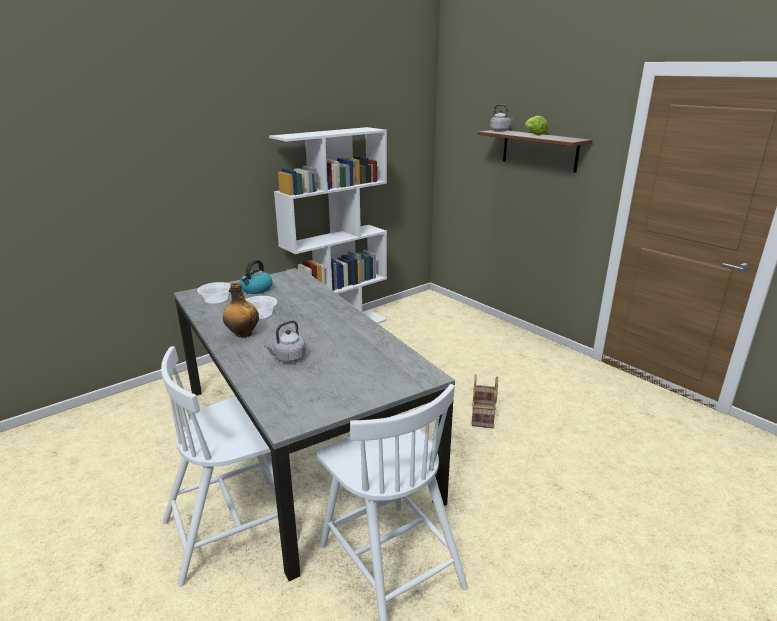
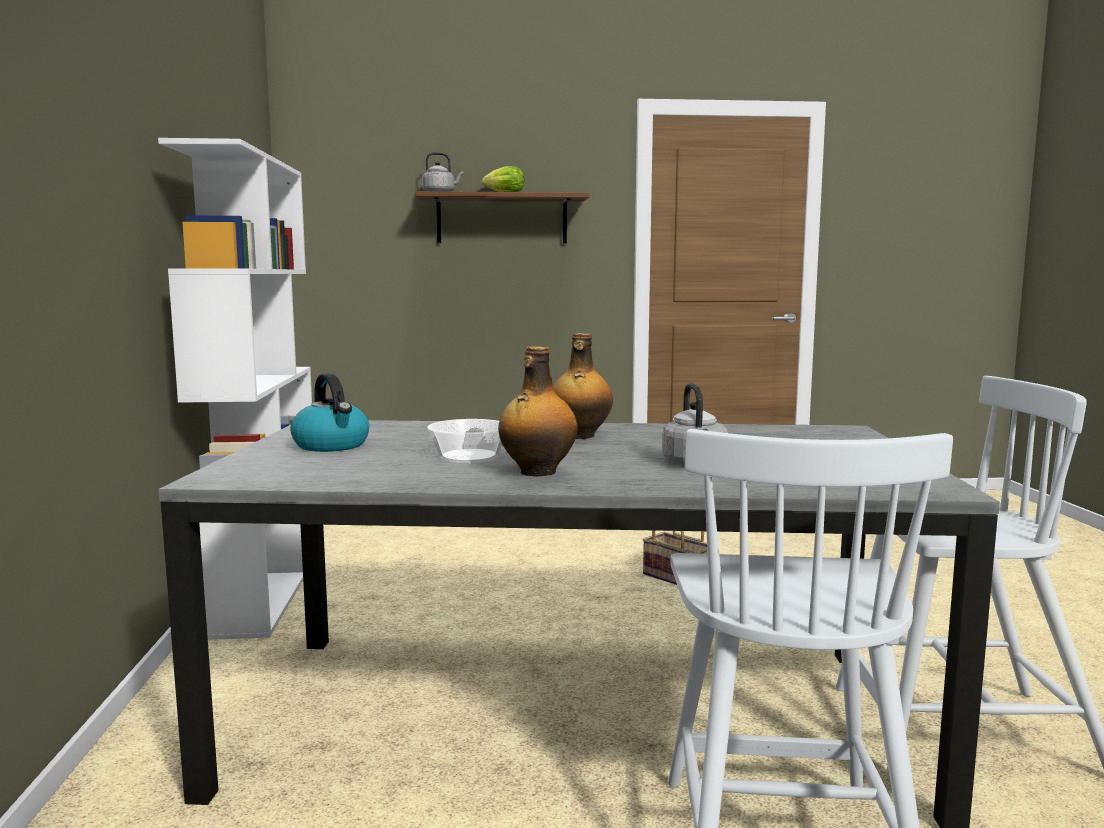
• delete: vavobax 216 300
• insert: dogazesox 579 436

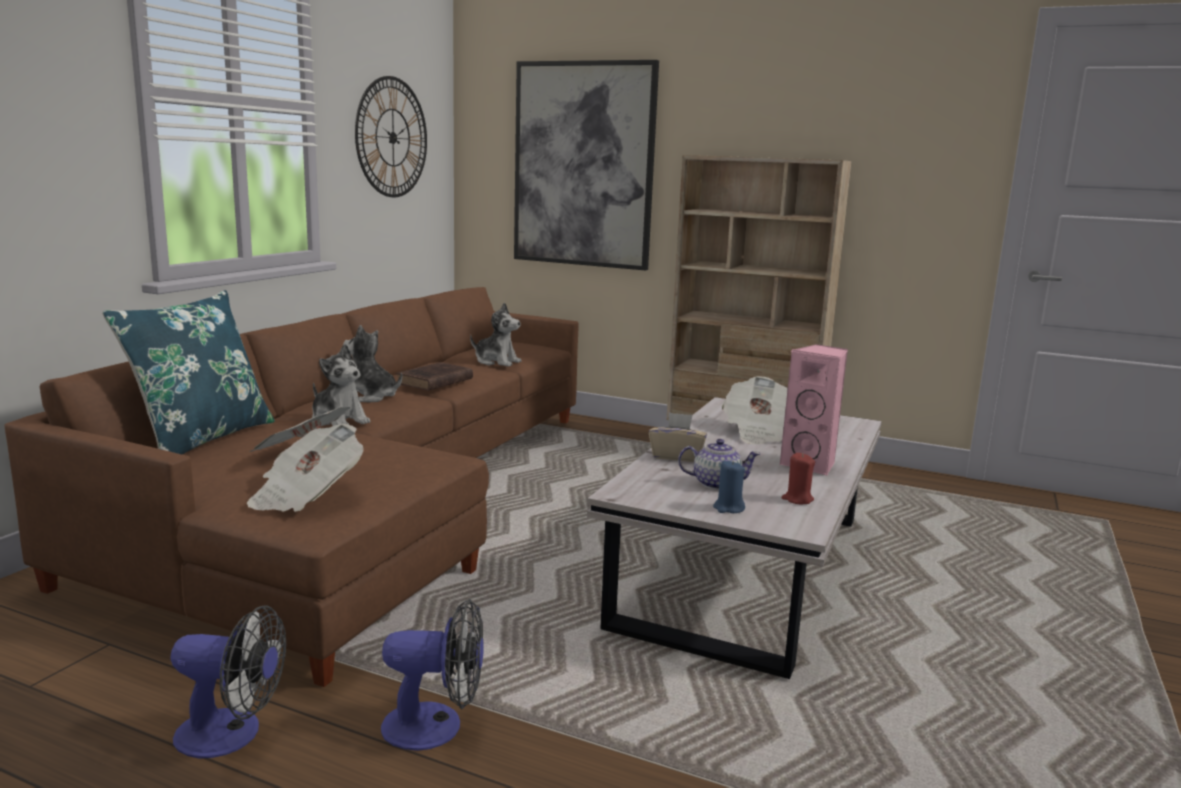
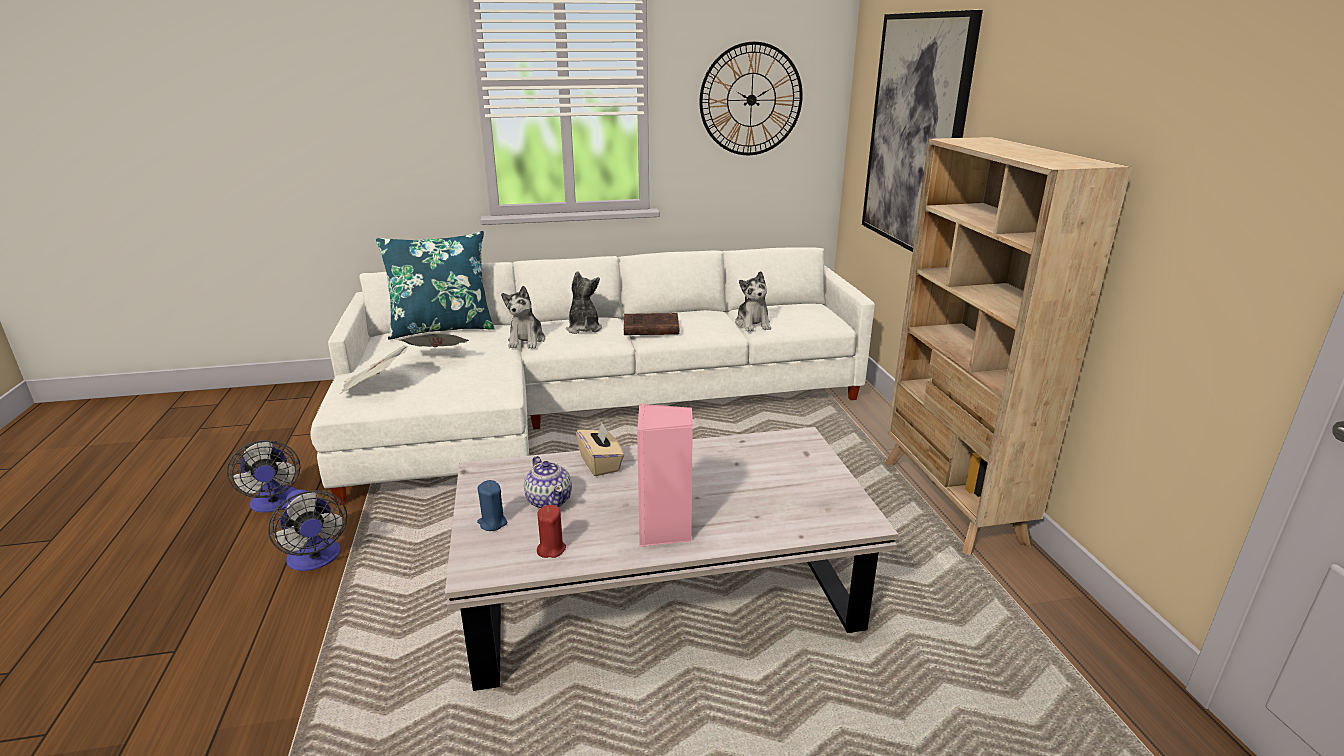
• recolor: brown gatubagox 372 500 to white gatubagox 587 406
• delete: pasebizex 760 433

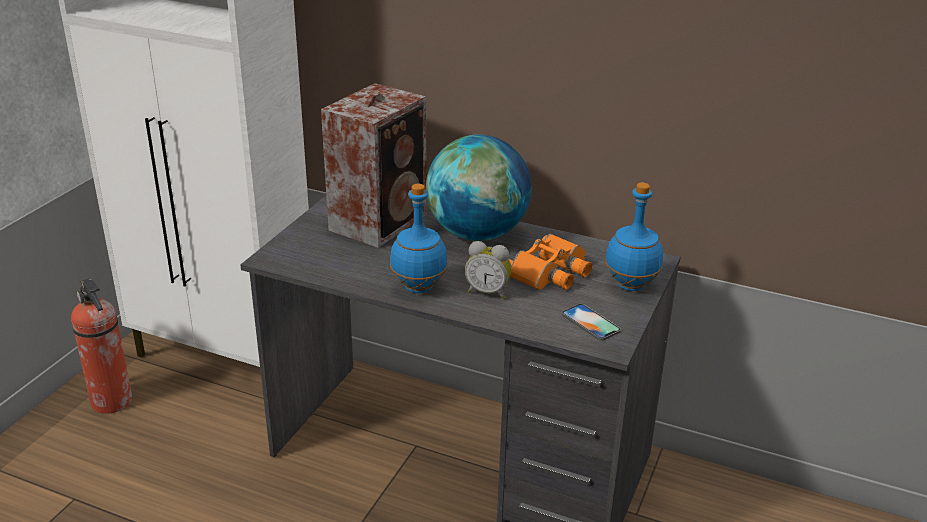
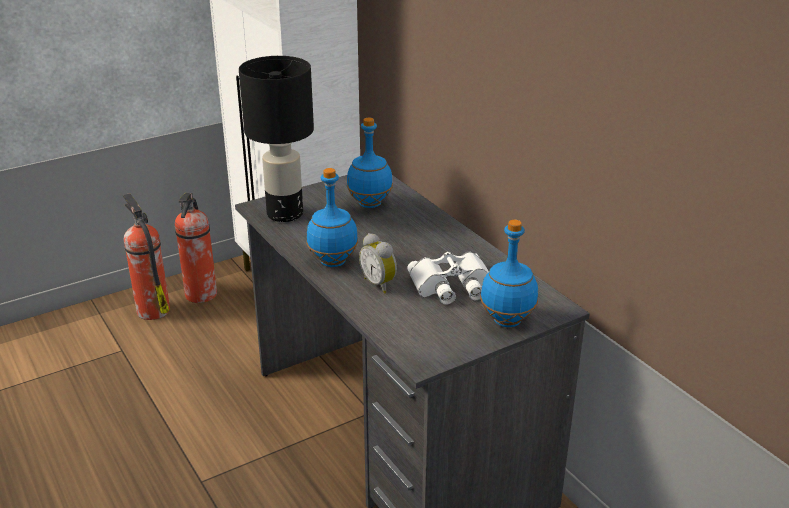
• replace: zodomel 381 221 to blue dogazesox 370 203
• delete: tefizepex 477 234
• recolor: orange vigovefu 550 272 to white vigovefu 452 286
• delete: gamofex 590 322
• insert: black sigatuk 284 214
• insert: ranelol 152 309

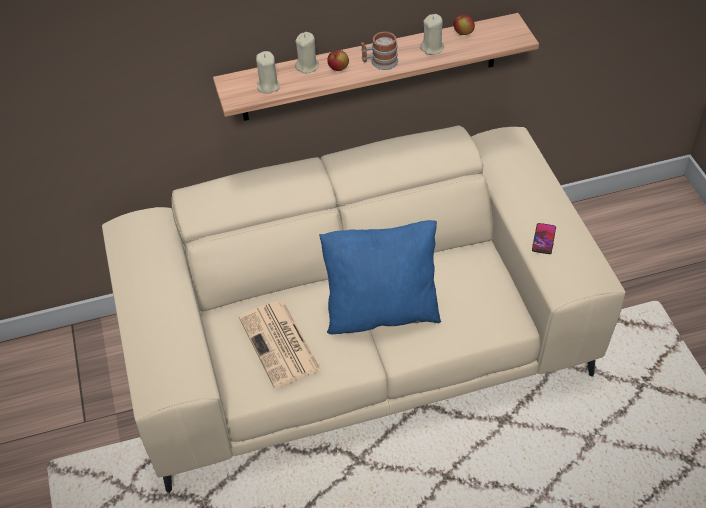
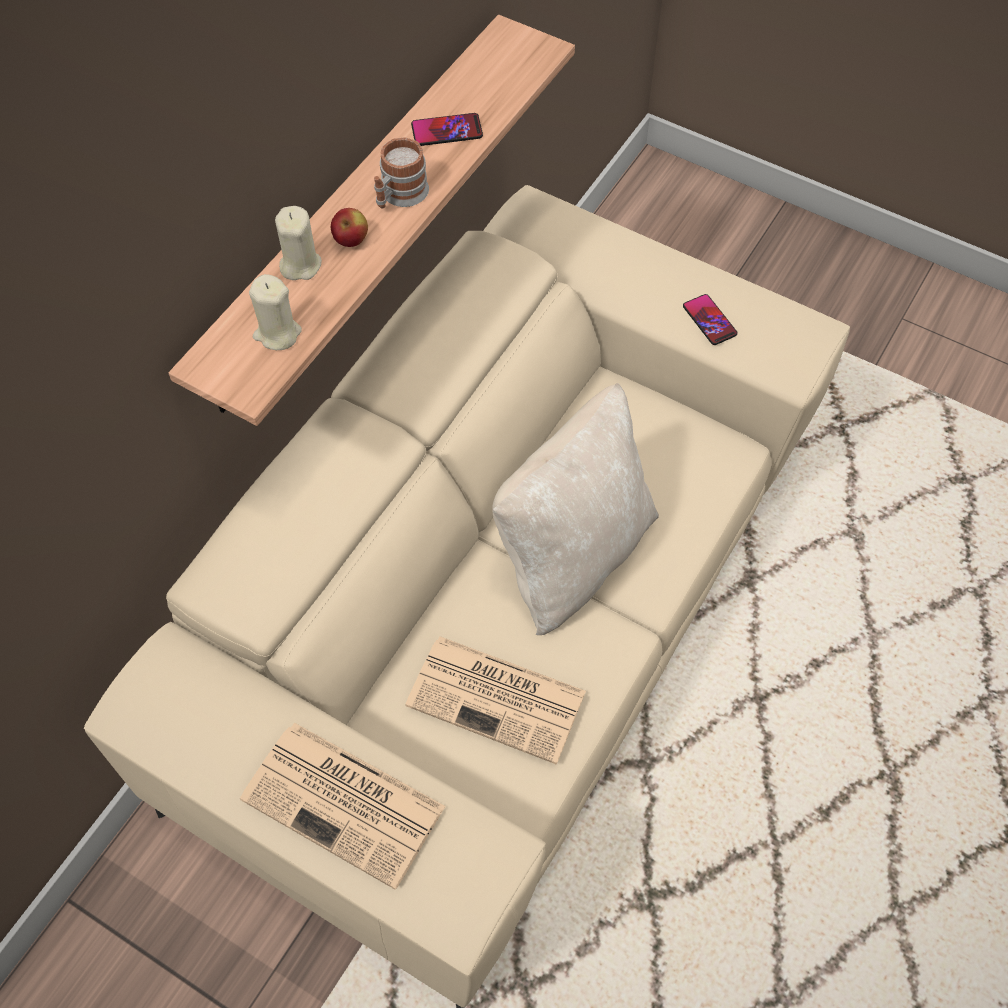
• replace: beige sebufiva 432 48 to gamofex 447 131
• delete: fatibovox 463 33
• recolor: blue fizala 381 311 to beige fizala 572 554
• insert: pasebizex 346 804

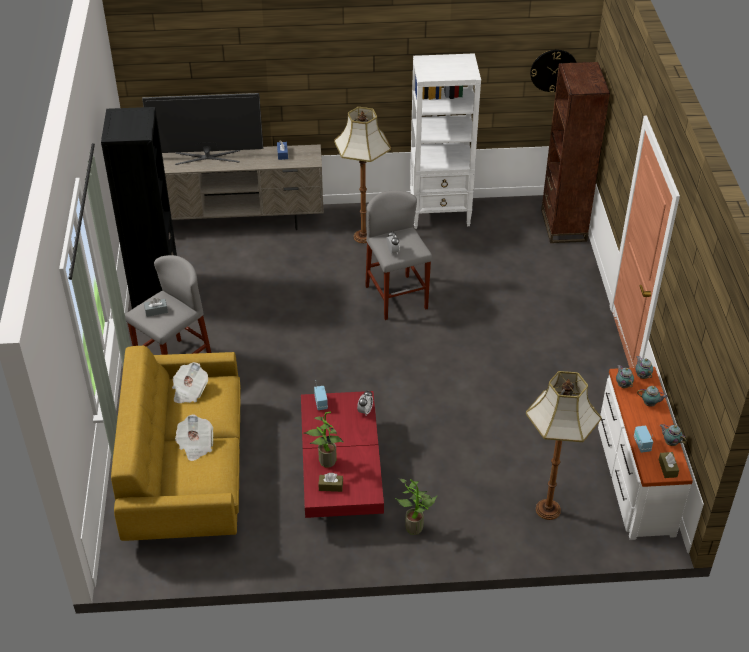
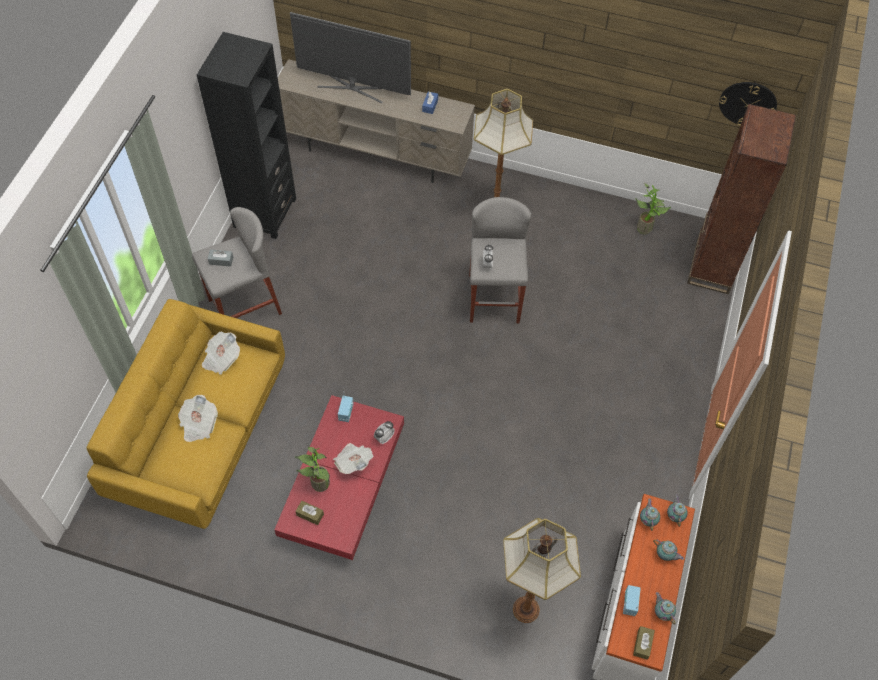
• delete: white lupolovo 440 214
• move: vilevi 415 526 to 646 228
• insert: pasebizex 353 462

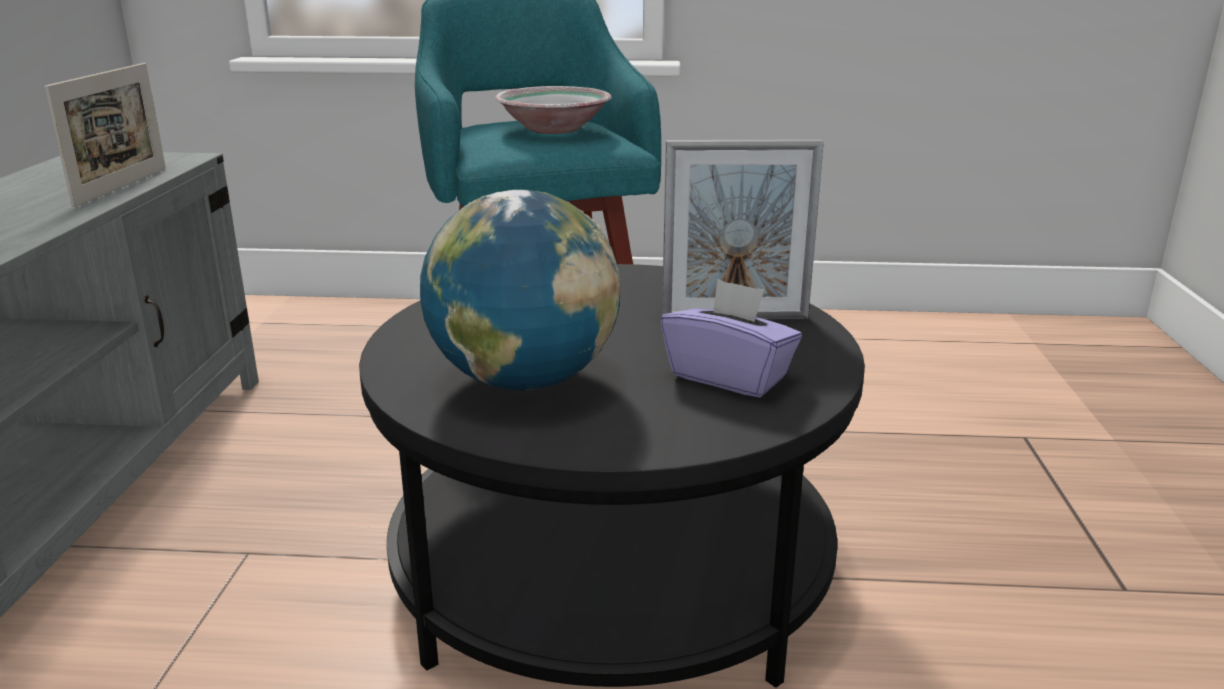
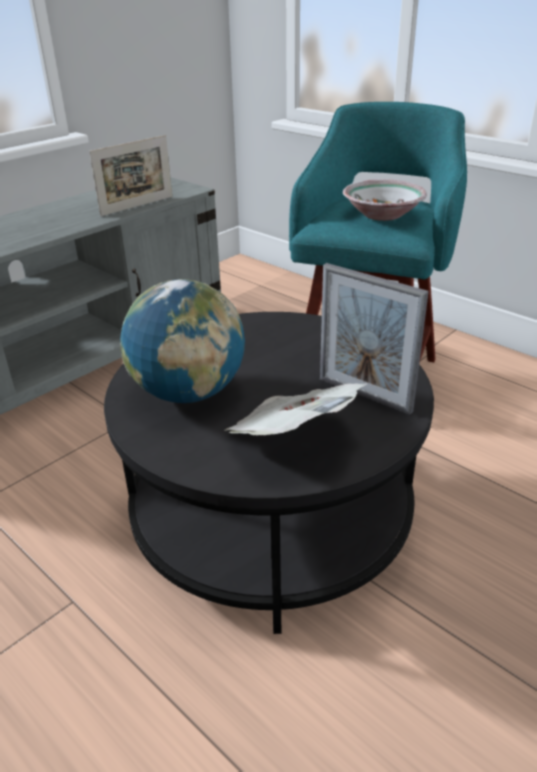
• replace: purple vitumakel 729 376 to pasebizex 292 437

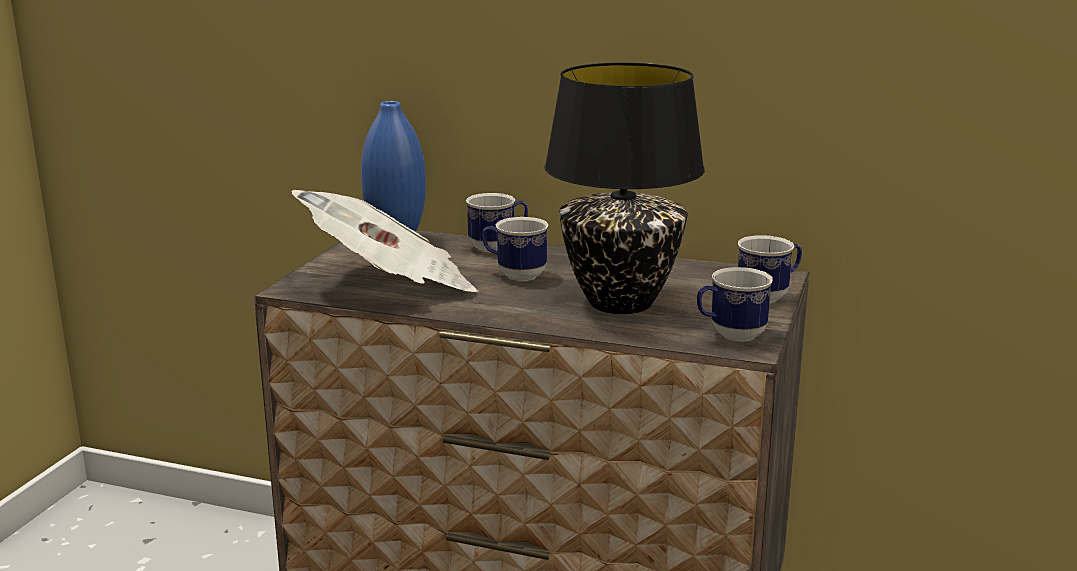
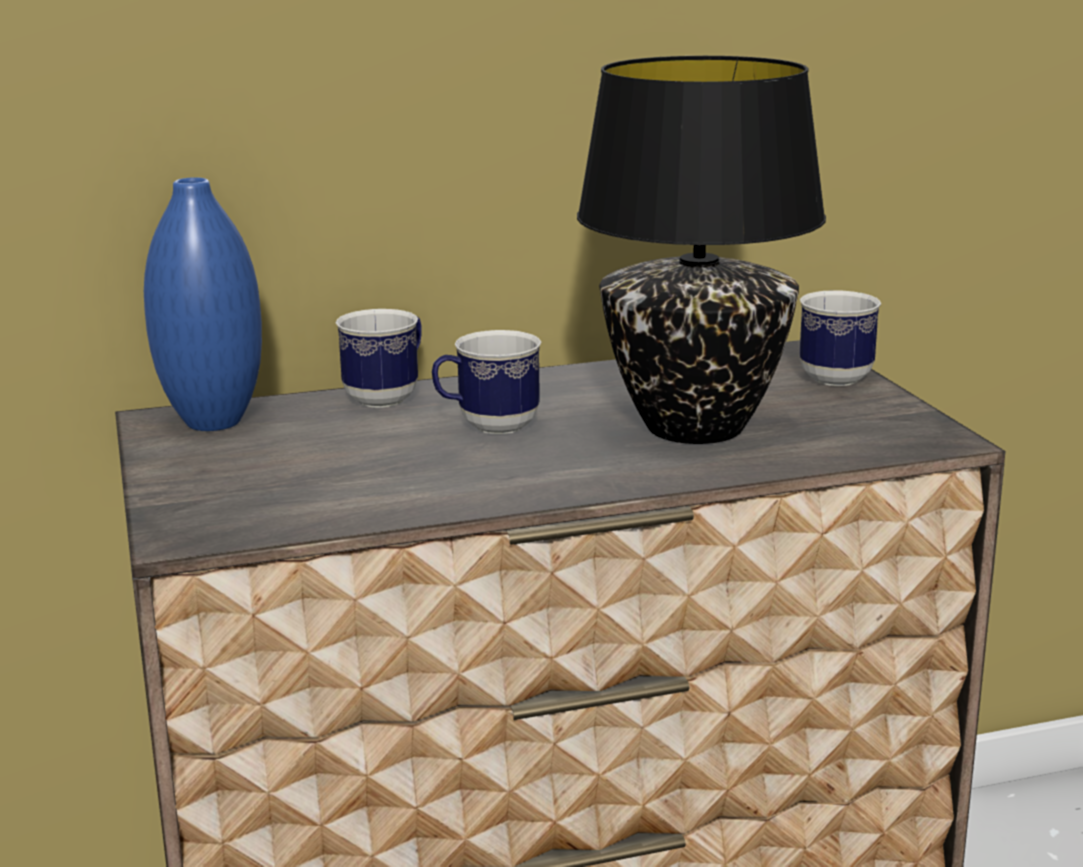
• delete: pasebizex 391 286
• delete: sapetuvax 730 335

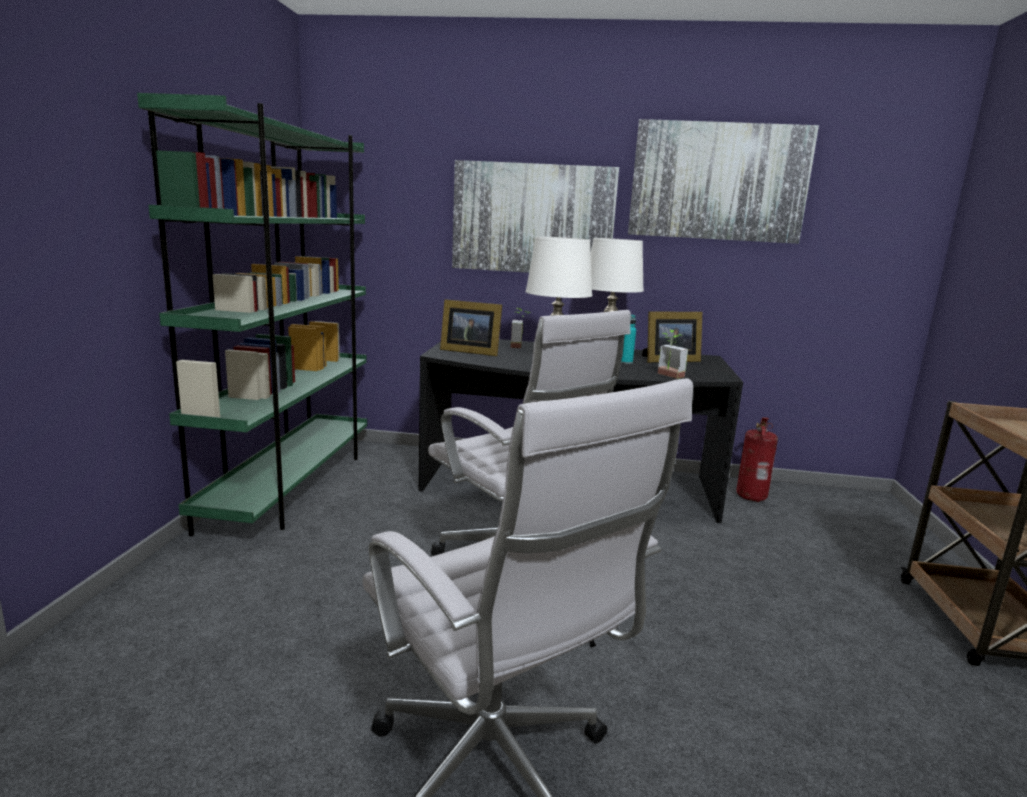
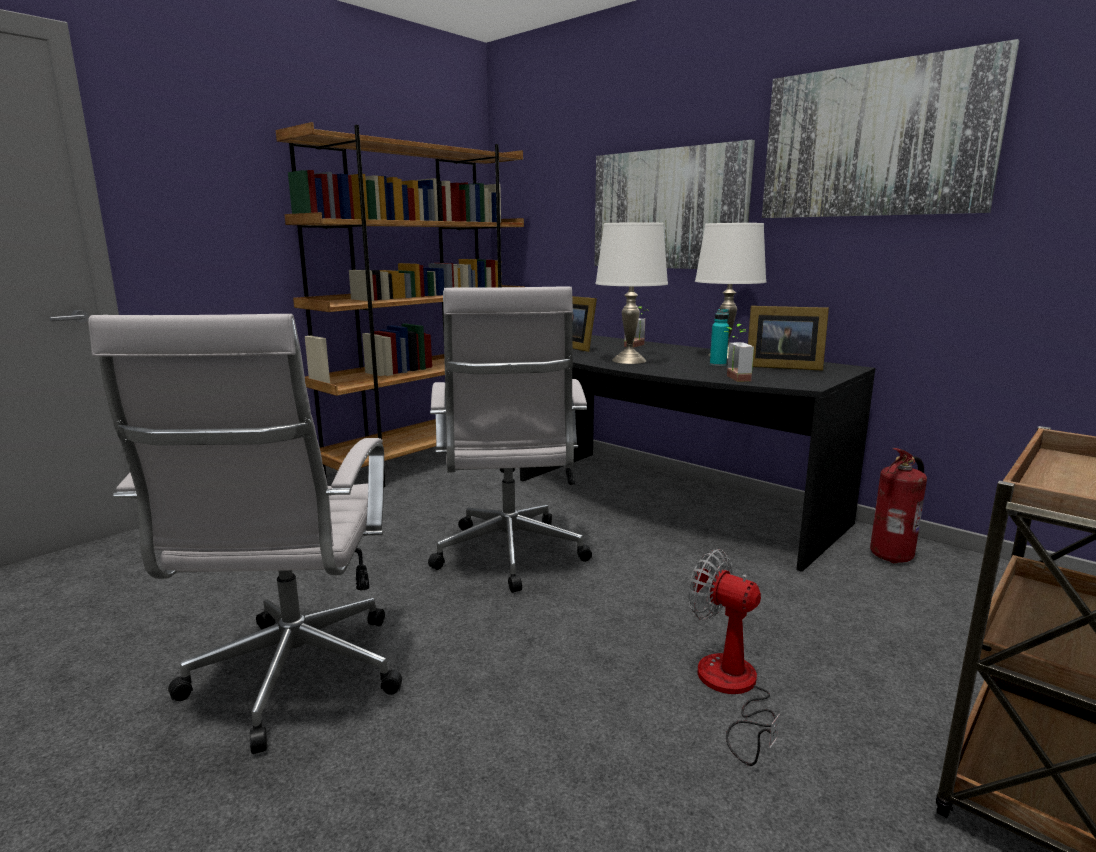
• recolor: green lupolovo 291 486 to brown lupolovo 429 459
• insert: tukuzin 731 690

